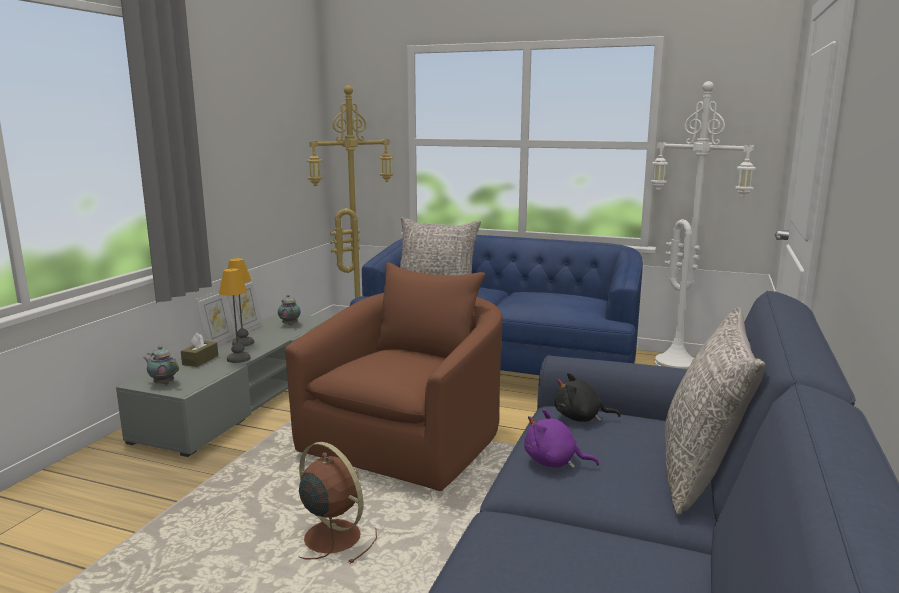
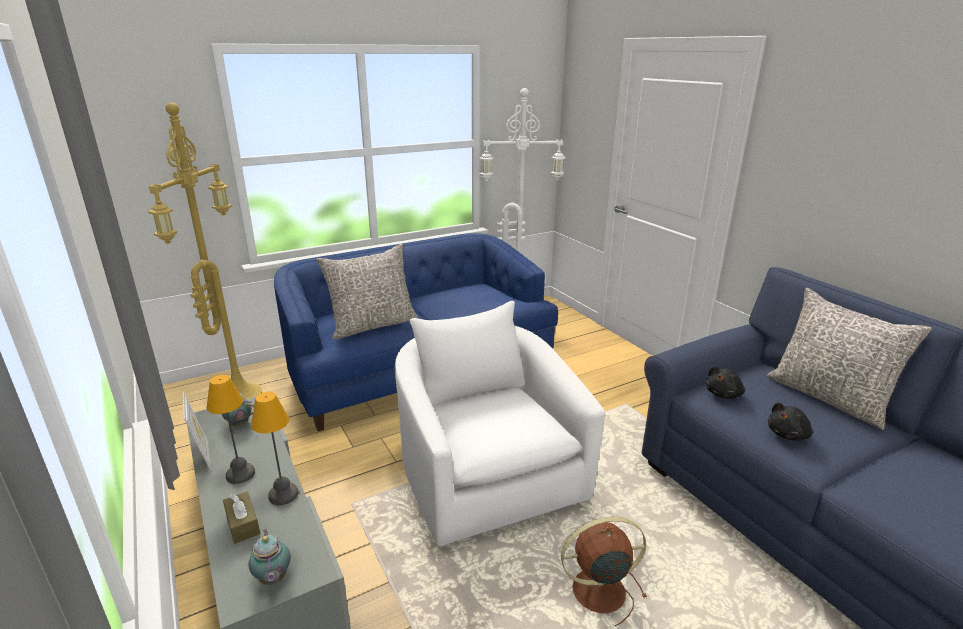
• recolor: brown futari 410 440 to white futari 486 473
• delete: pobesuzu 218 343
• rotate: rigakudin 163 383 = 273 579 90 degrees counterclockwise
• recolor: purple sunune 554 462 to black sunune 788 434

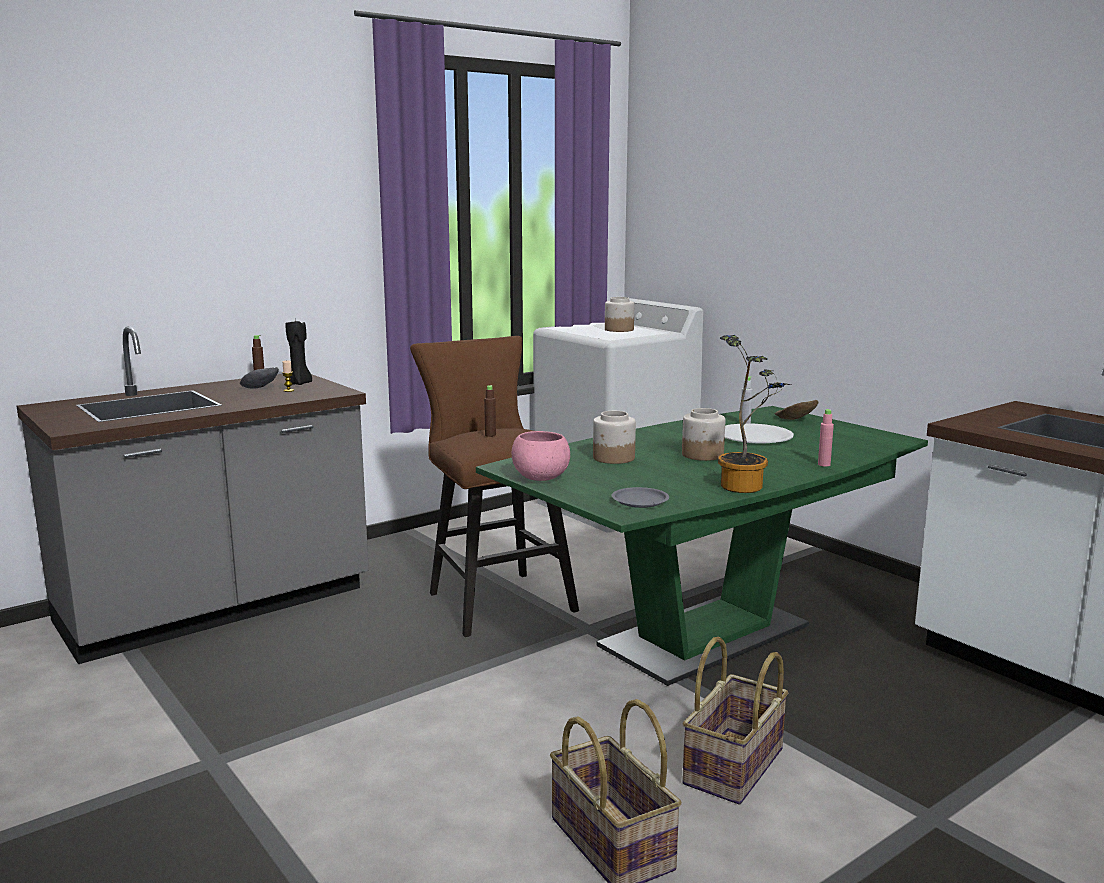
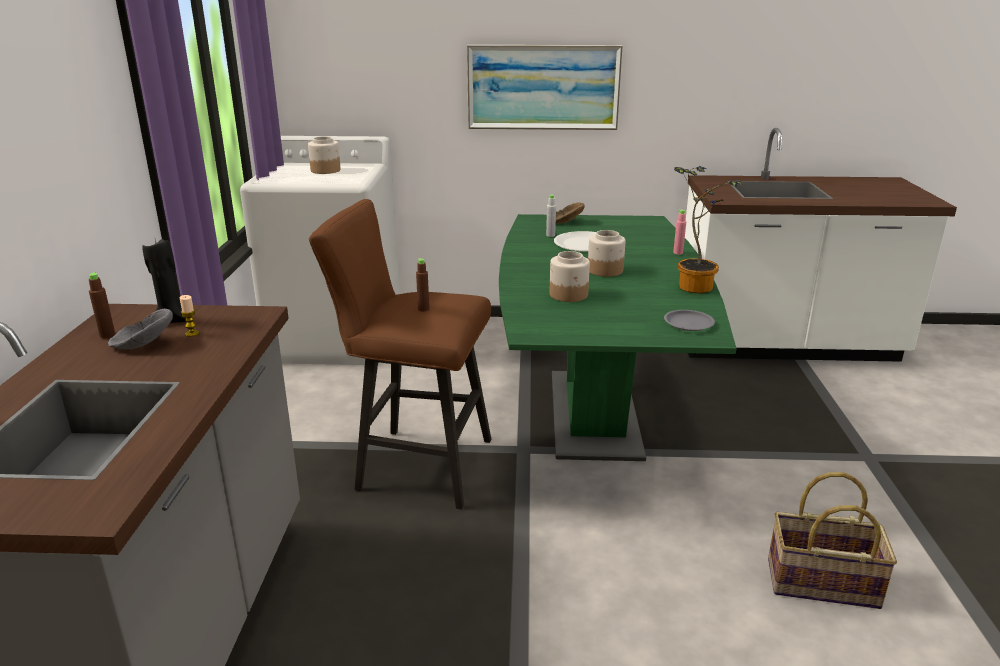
• delete: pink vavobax 541 478
• delete: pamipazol 735 767
• insert: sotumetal 543 87

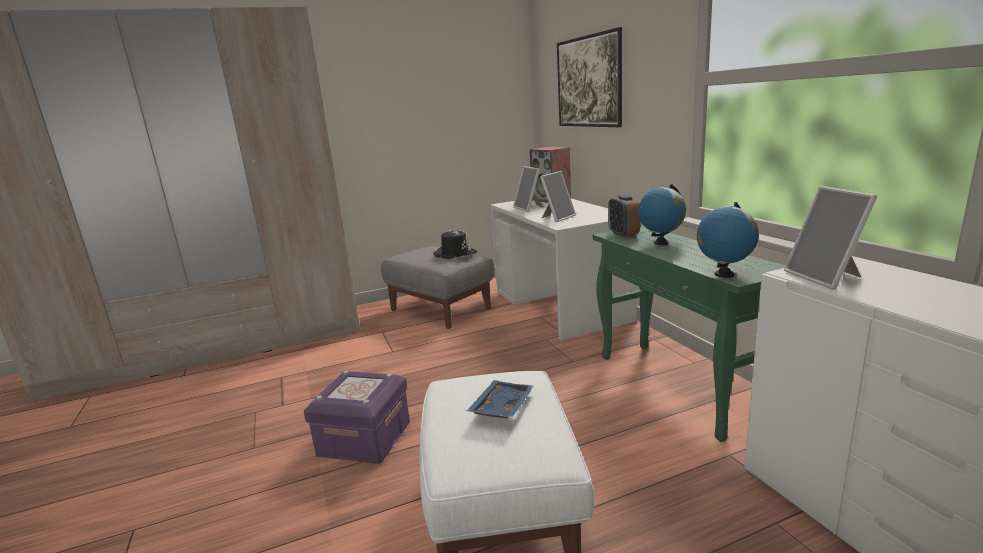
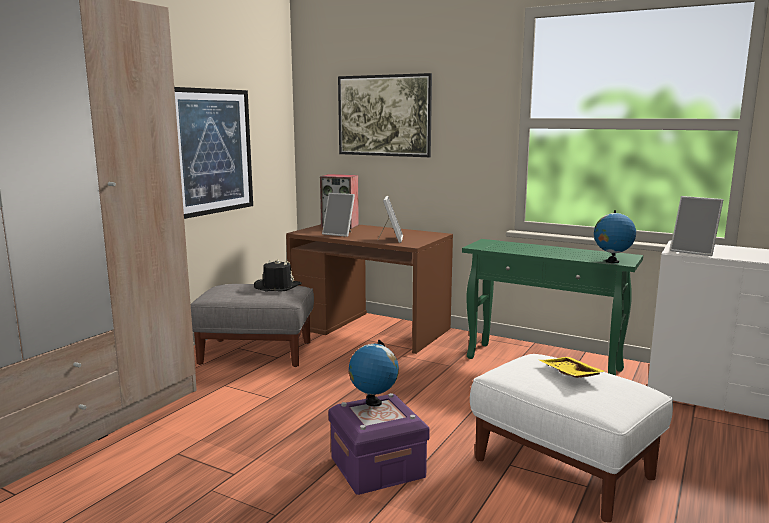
• move: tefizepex 660 243 to 373 403
• delete: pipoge 623 234
• recolor: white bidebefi 560 305 to brown bidebefi 370 328
• recolor: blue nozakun 501 407 to yellow nozakun 569 374
• insert: sotumetal 211 151

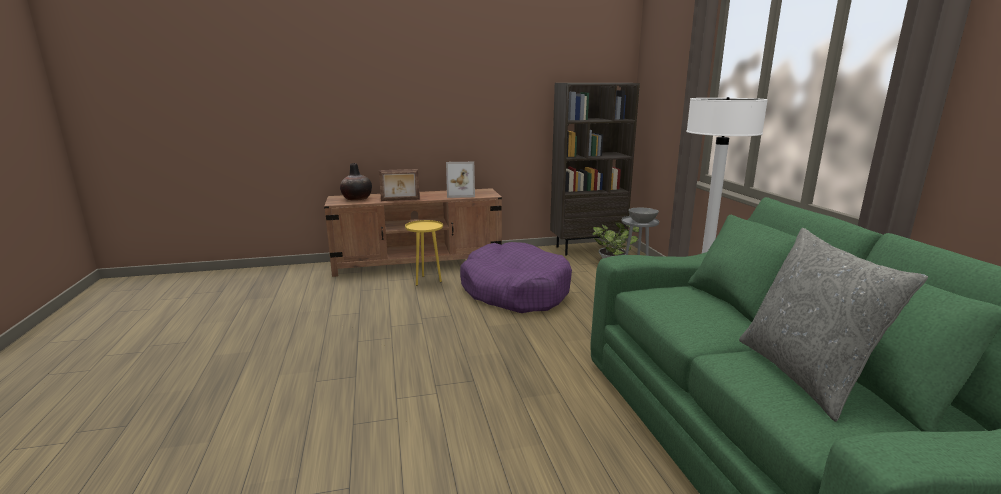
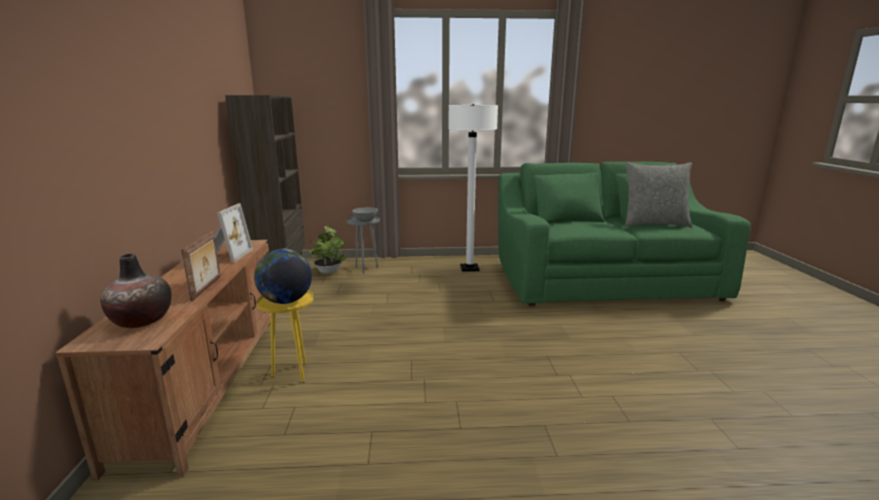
• delete: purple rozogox 515 291
• insert: tefizepex 286 301

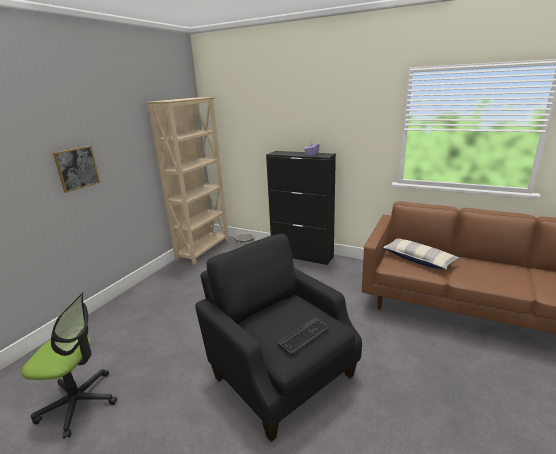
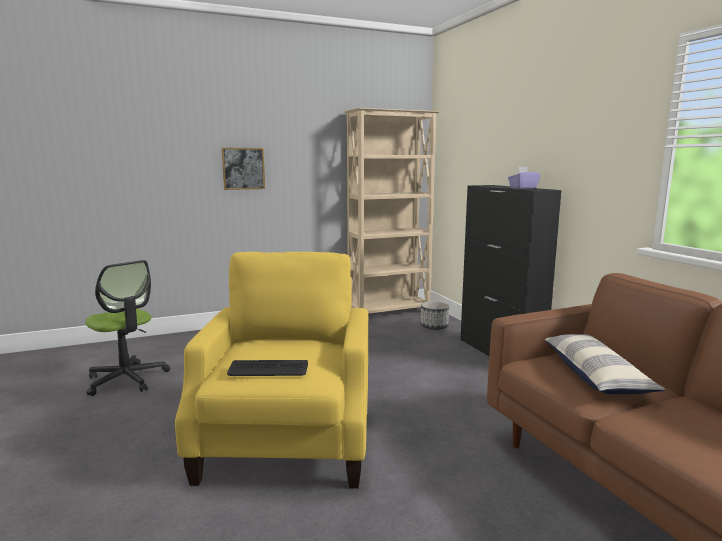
• recolor: black futari 281 374 to yellow futari 287 442

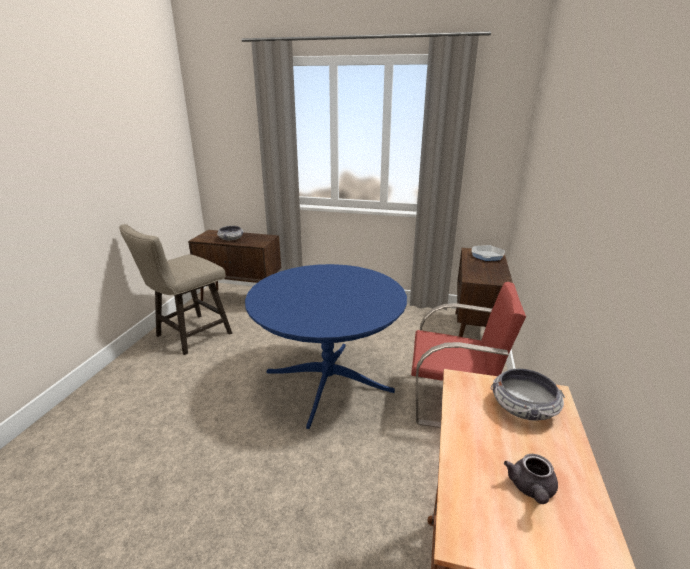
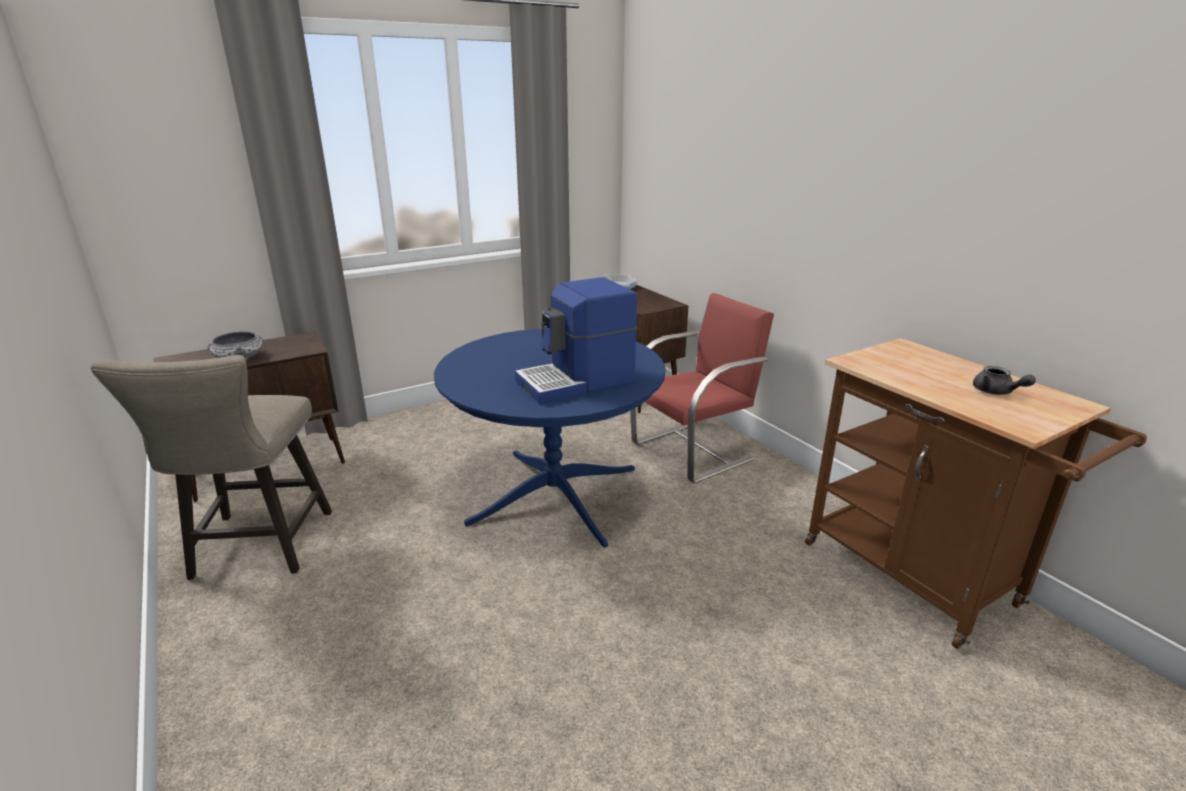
• delete: vavobax 524 407
• insert: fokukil 577 382

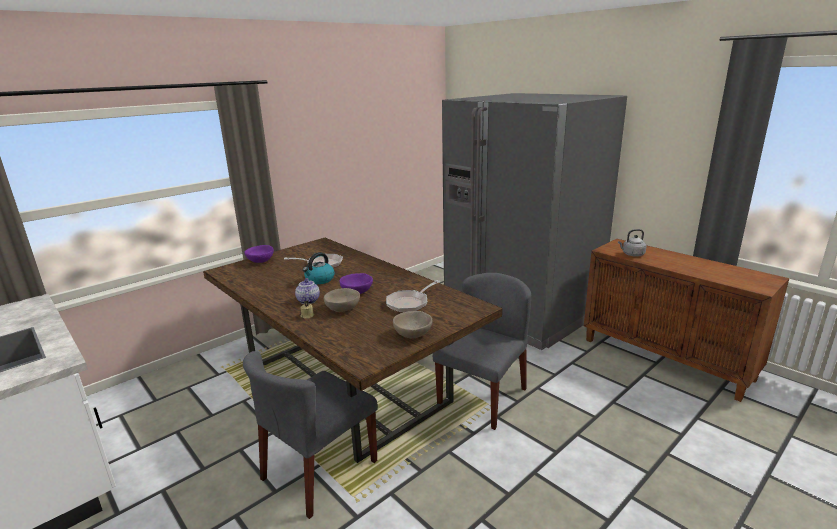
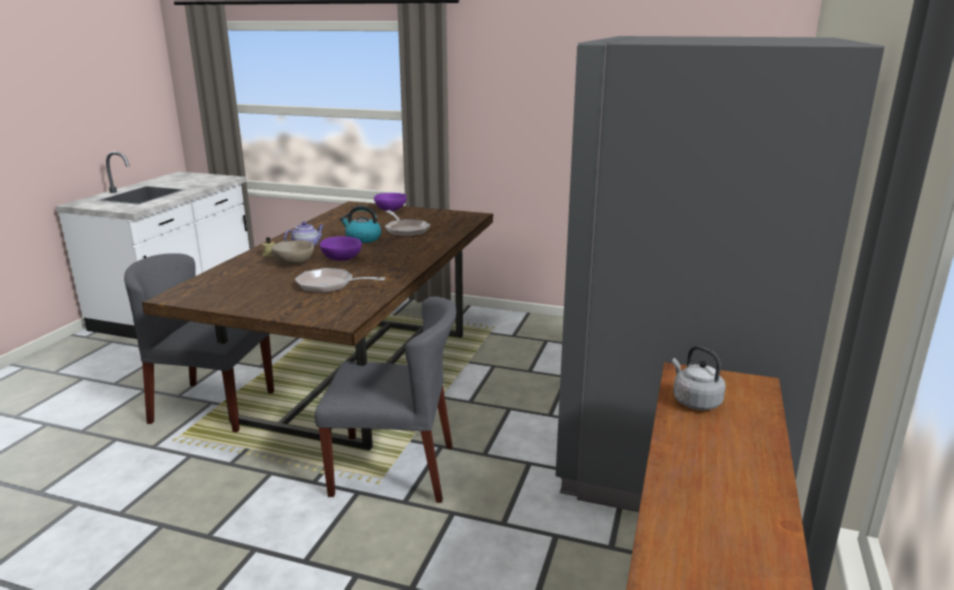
• delete: beige vavobax 413 335

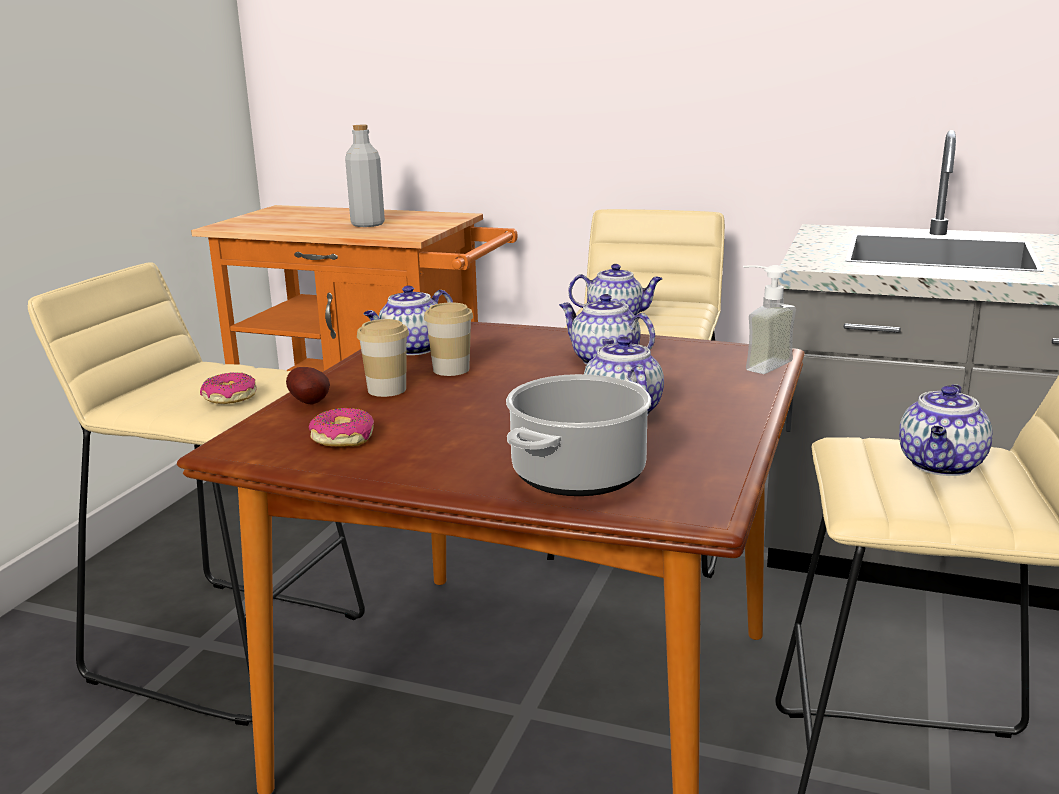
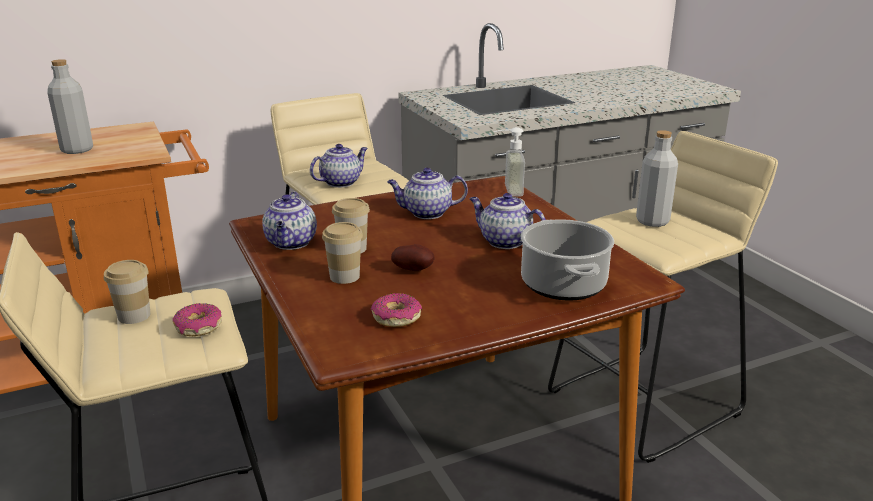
• move: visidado 311 403 to 414 270
• replace: rigakudin 941 466 to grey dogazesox 652 221
• insert: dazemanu 134 316

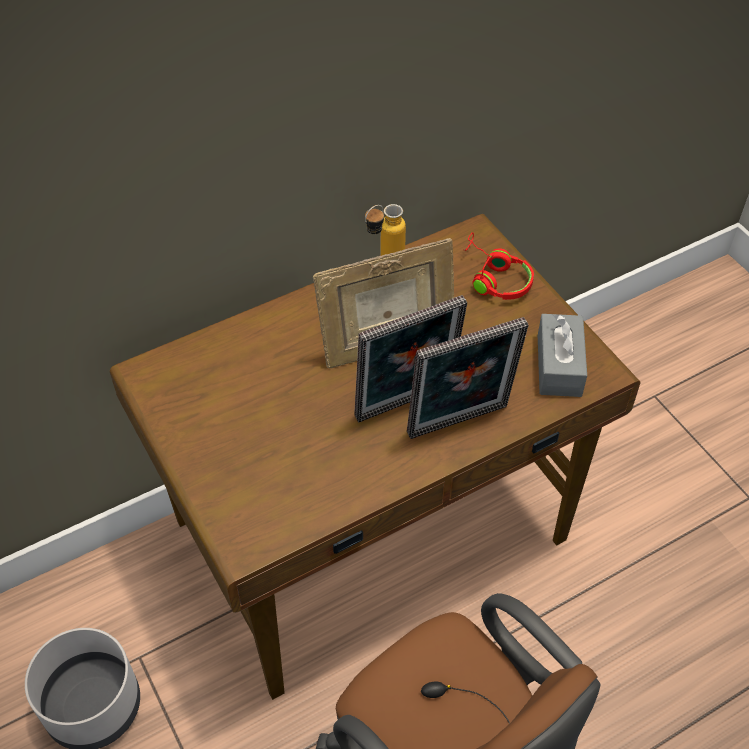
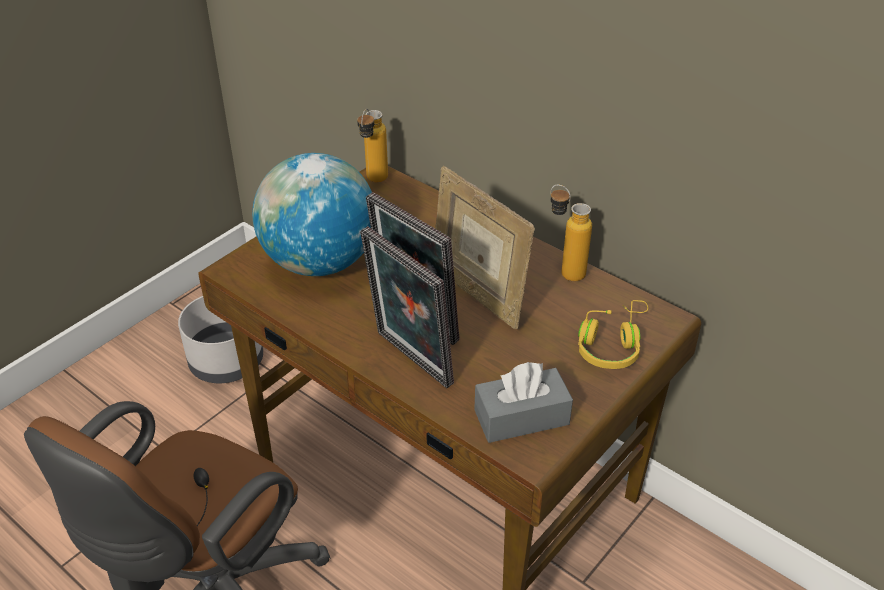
• recolor: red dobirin 494 278 to yellow dobirin 612 344
• insert: dogazesox 373 182
• insert: tefizepex 319 262

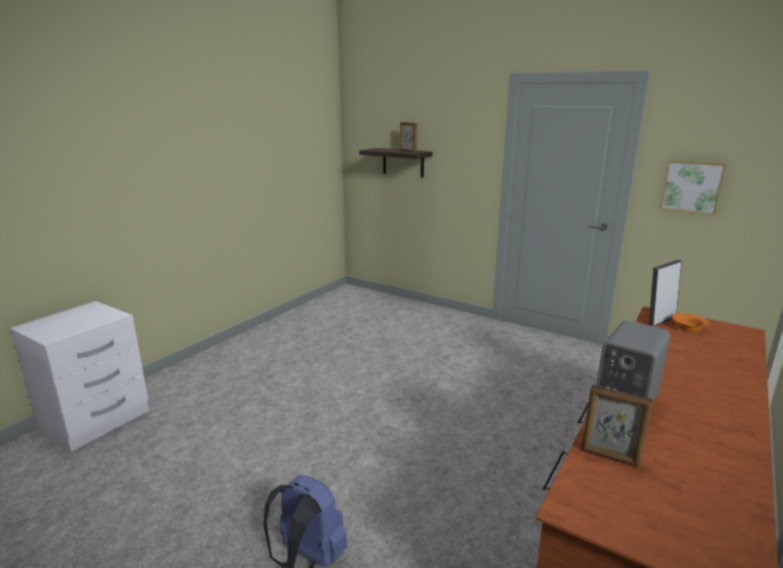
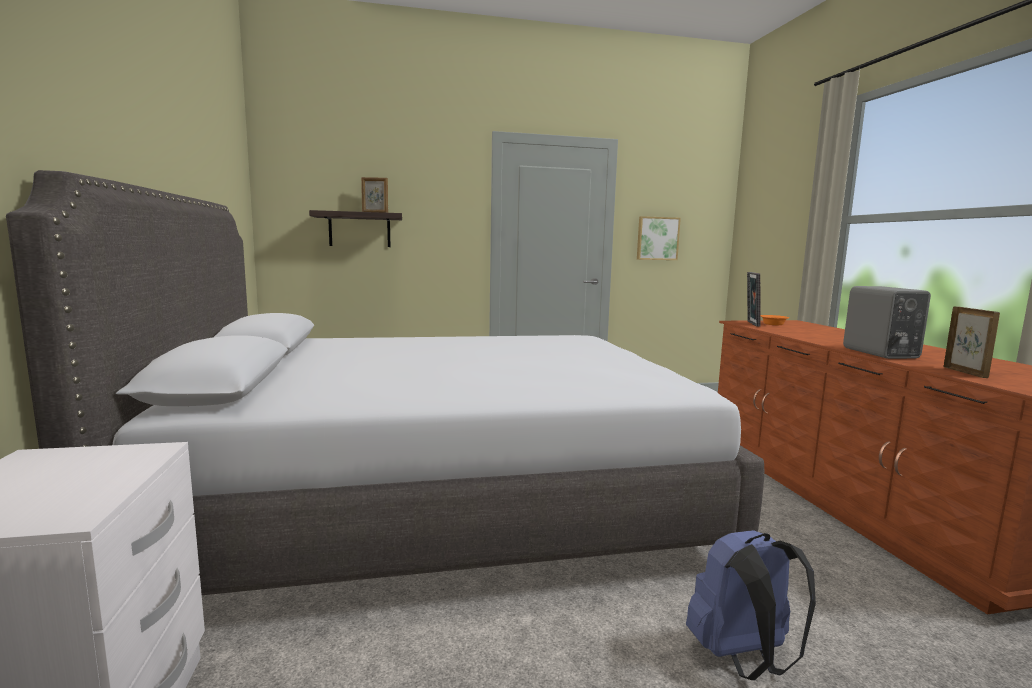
• rotate: pobesuzu 609 457 = 965 372 75 degrees counterclockwise
• insert: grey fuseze 438 502

